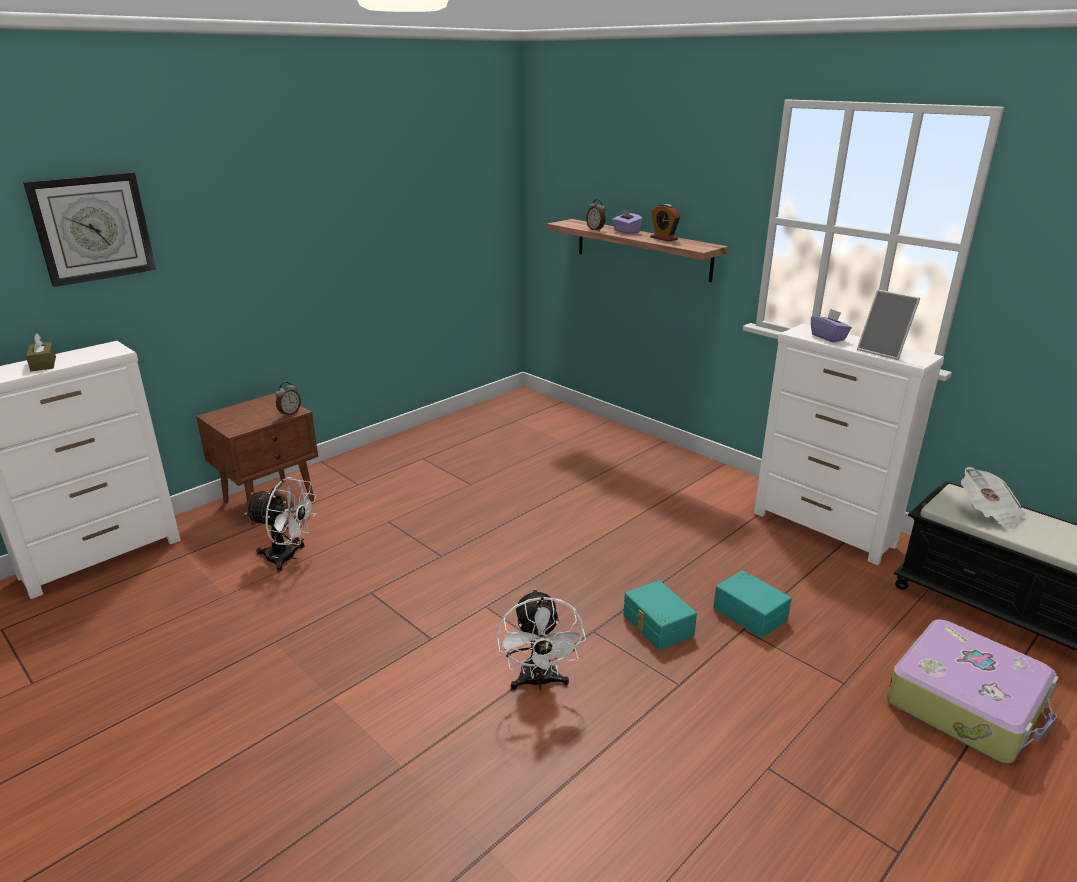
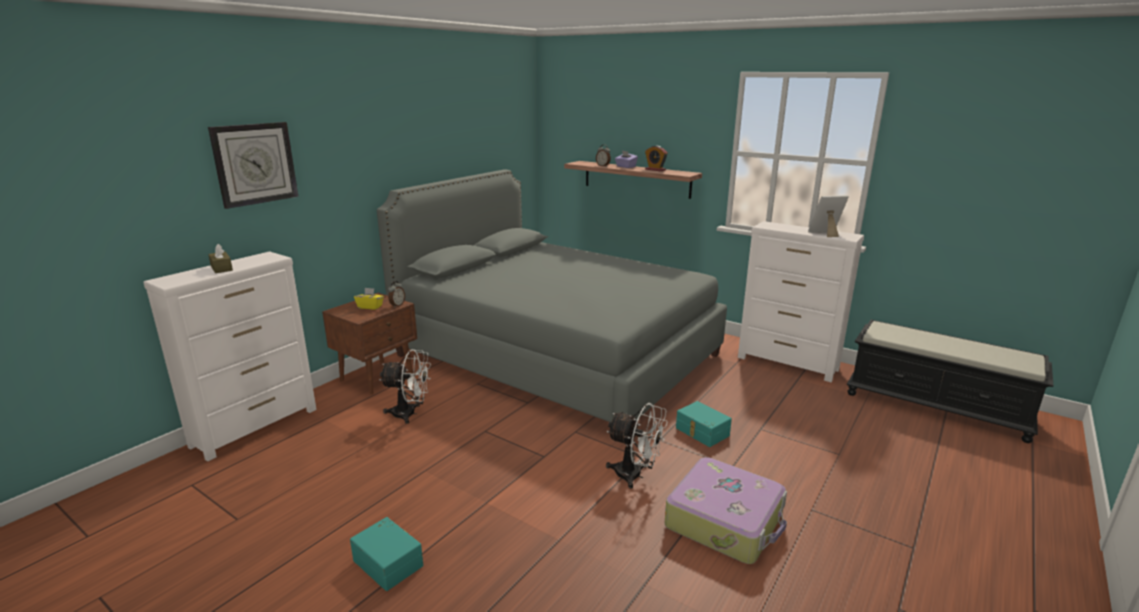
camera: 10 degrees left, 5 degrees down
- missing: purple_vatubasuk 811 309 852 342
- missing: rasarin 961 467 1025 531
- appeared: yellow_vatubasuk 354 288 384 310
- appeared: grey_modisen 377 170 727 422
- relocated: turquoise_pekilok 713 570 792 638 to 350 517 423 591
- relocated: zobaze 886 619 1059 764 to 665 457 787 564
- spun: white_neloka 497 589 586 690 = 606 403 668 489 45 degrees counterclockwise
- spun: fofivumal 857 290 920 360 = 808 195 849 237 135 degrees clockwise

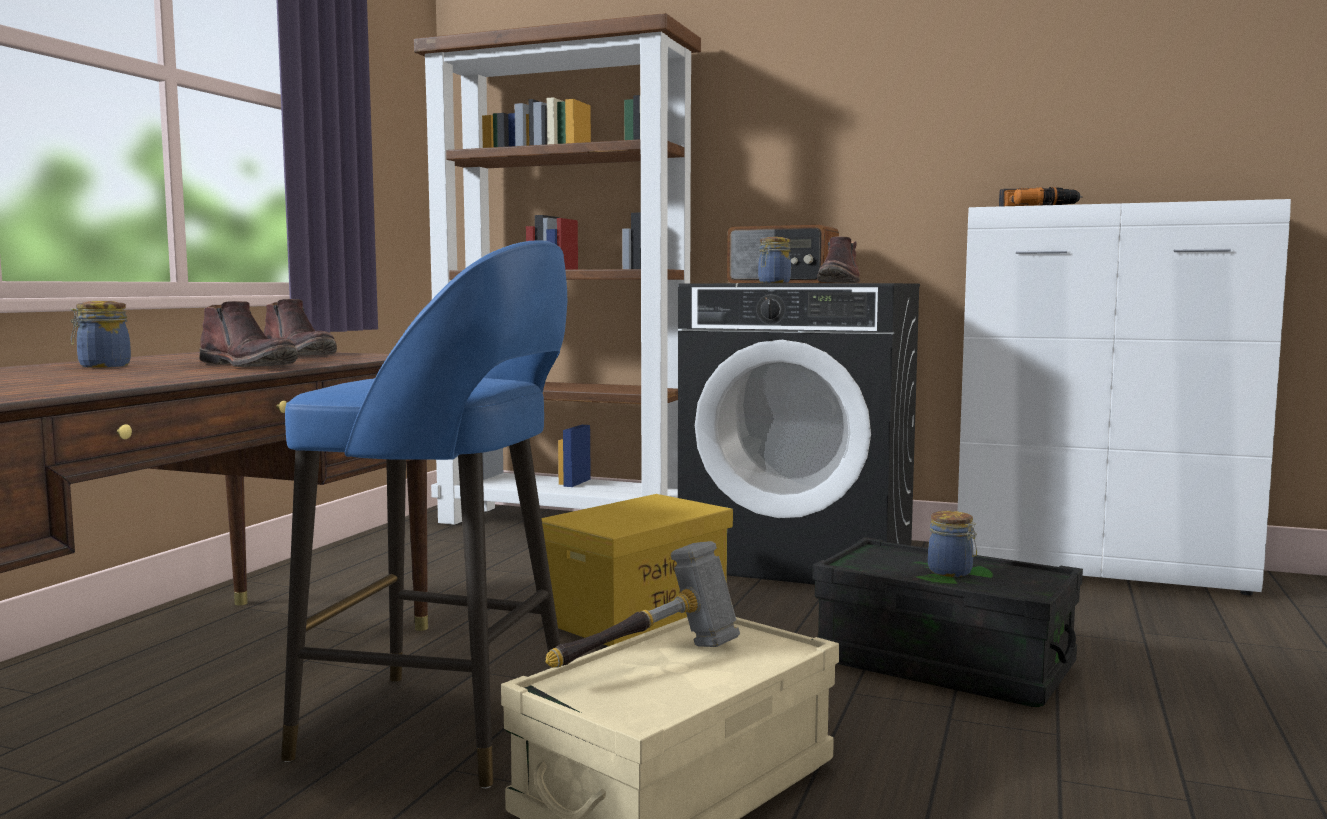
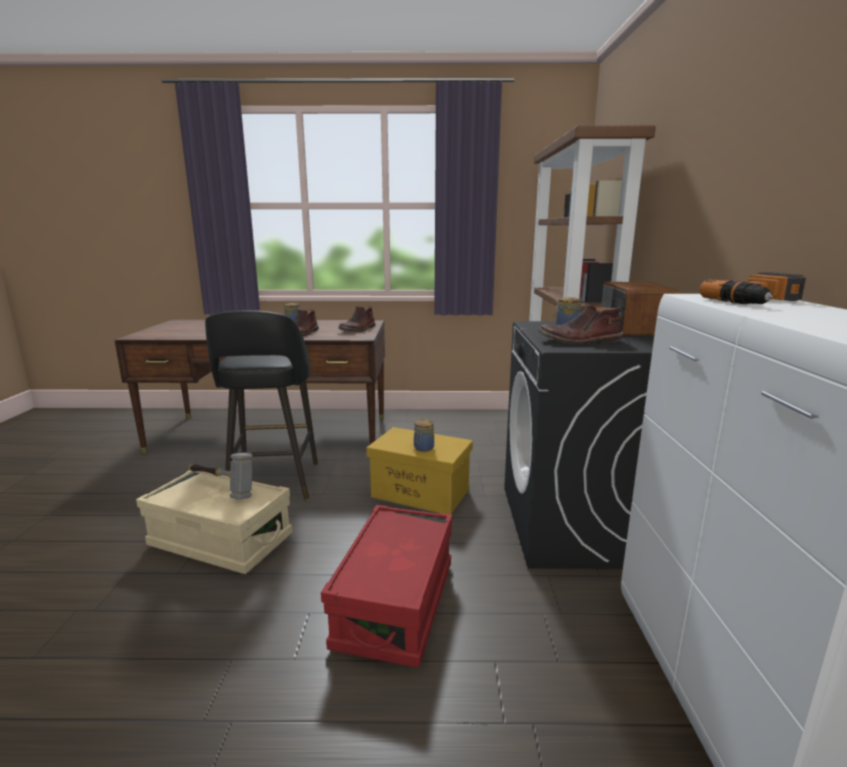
camera: 70 degrees right, 10 degrees up
- relocated: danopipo 928 511 977 577 to 414 419 434 452
- colour: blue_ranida 281 240 567 789 to black_ranida 205 310 318 500
- colour: black_pekilok 812 537 1083 707 to red_pekilok 321 505 452 668

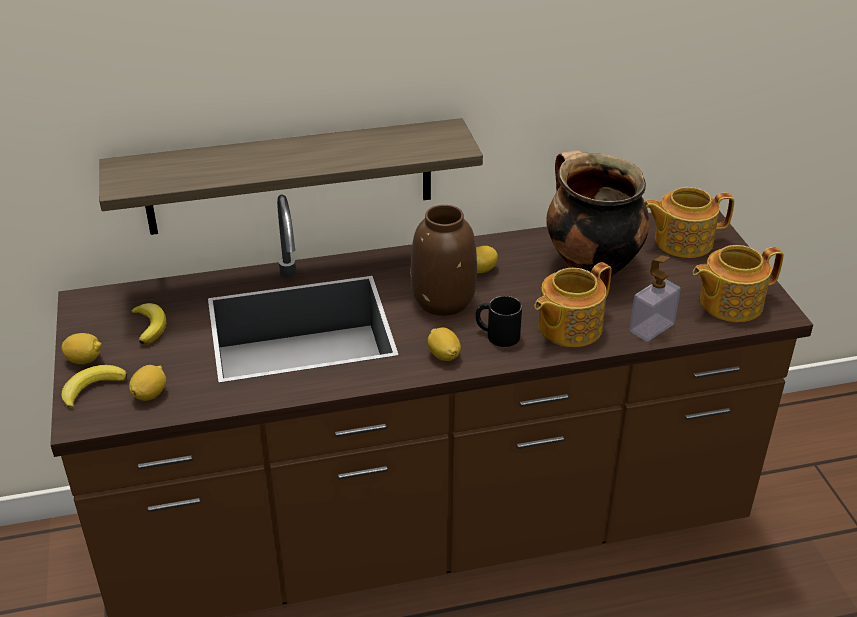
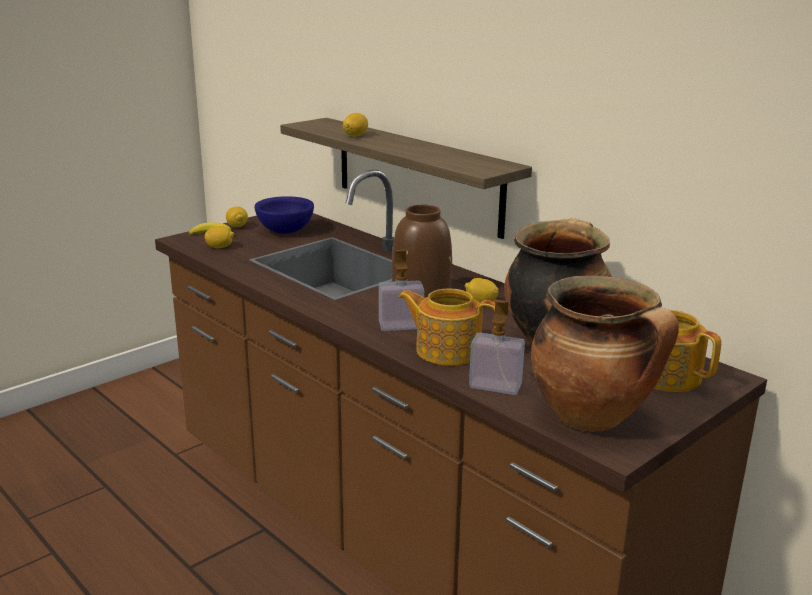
camera: 60 degrees right, 15 degrees down
- relocated: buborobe 427 327 461 361 to 343 113 368 137
- exchanged: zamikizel 131 303 166 345 to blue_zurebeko 254 196 314 234
- exchanged: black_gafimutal 475 296 522 347 to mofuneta 379 250 424 331
- exchanged: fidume 692 245 784 322 to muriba 531 276 679 432

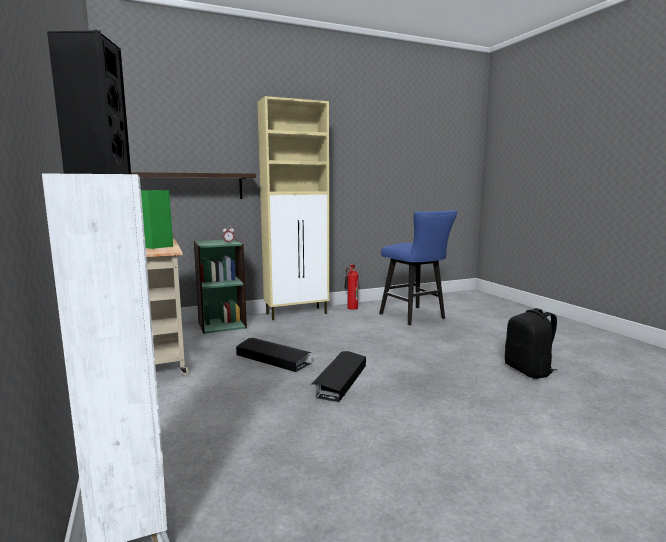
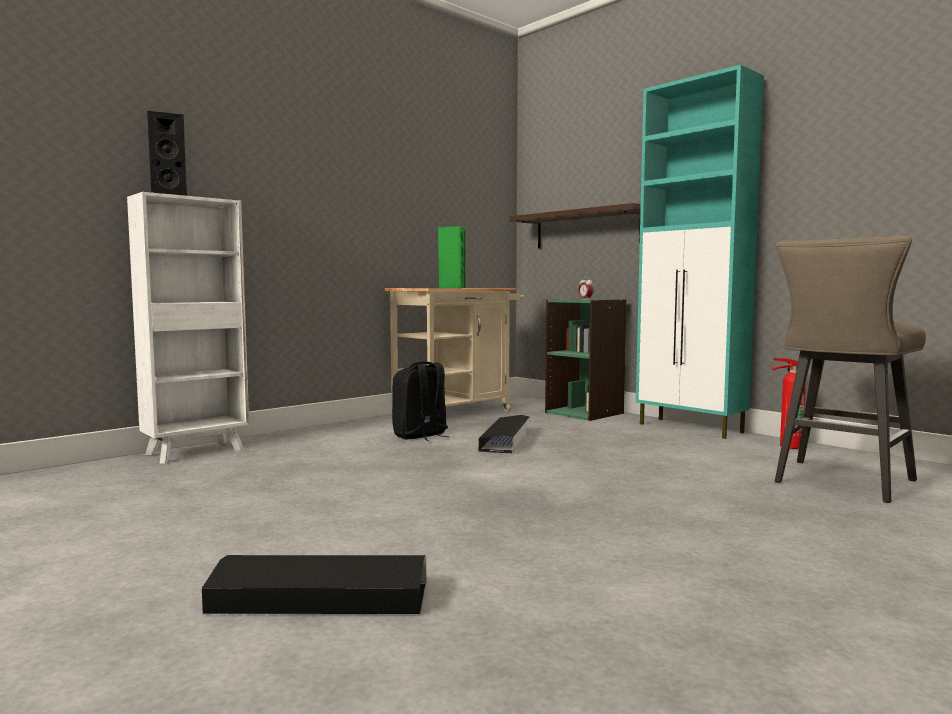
camera: 70 degrees right, 5 degrees down
- relocated: black_pekilok 312 351 366 402 to 202 555 426 614
- relocated: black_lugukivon 505 308 557 379 to 392 361 449 441
- colour: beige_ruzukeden 258 96 329 320 to turquoise_ruzukeden 636 65 764 439
- colour: blue_ranida 379 210 457 325 to beige_ranida 775 236 926 503

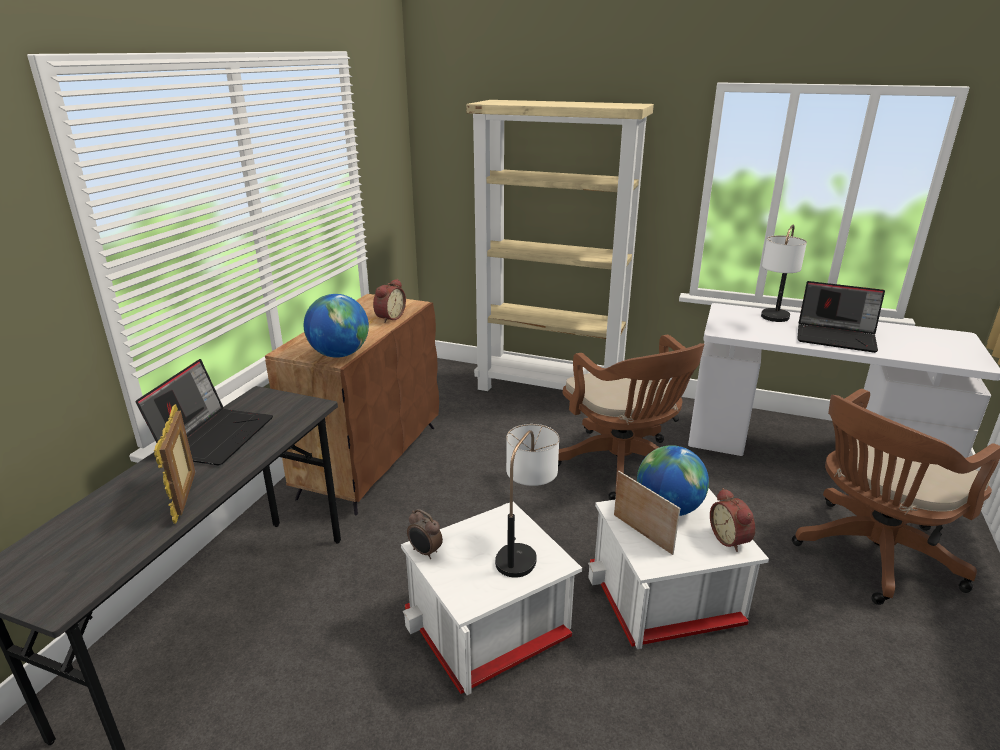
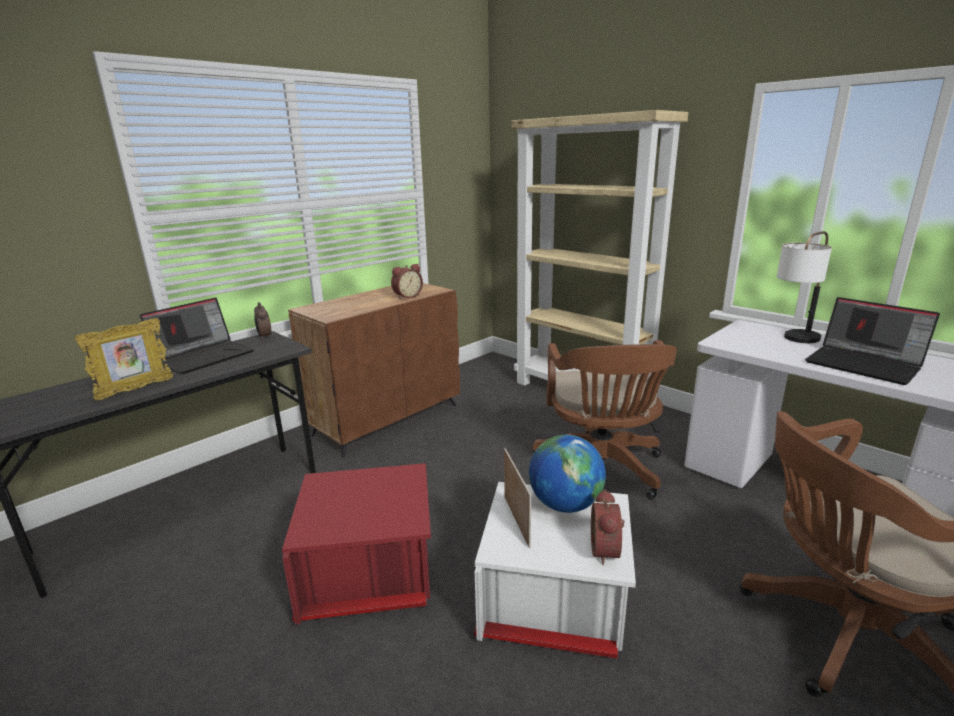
camera: 25 degrees right, 5 degrees down
- missing: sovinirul 304 294 369 358
- missing: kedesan 495 424 559 578
- relocated: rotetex 407 509 443 559 to 254 302 271 340
- colour: white_pekilok 401 502 582 695 to red_pekilok 282 463 431 624
- spun: fofivumal 154 404 196 524 = 75 318 173 401 150 degrees counterclockwise

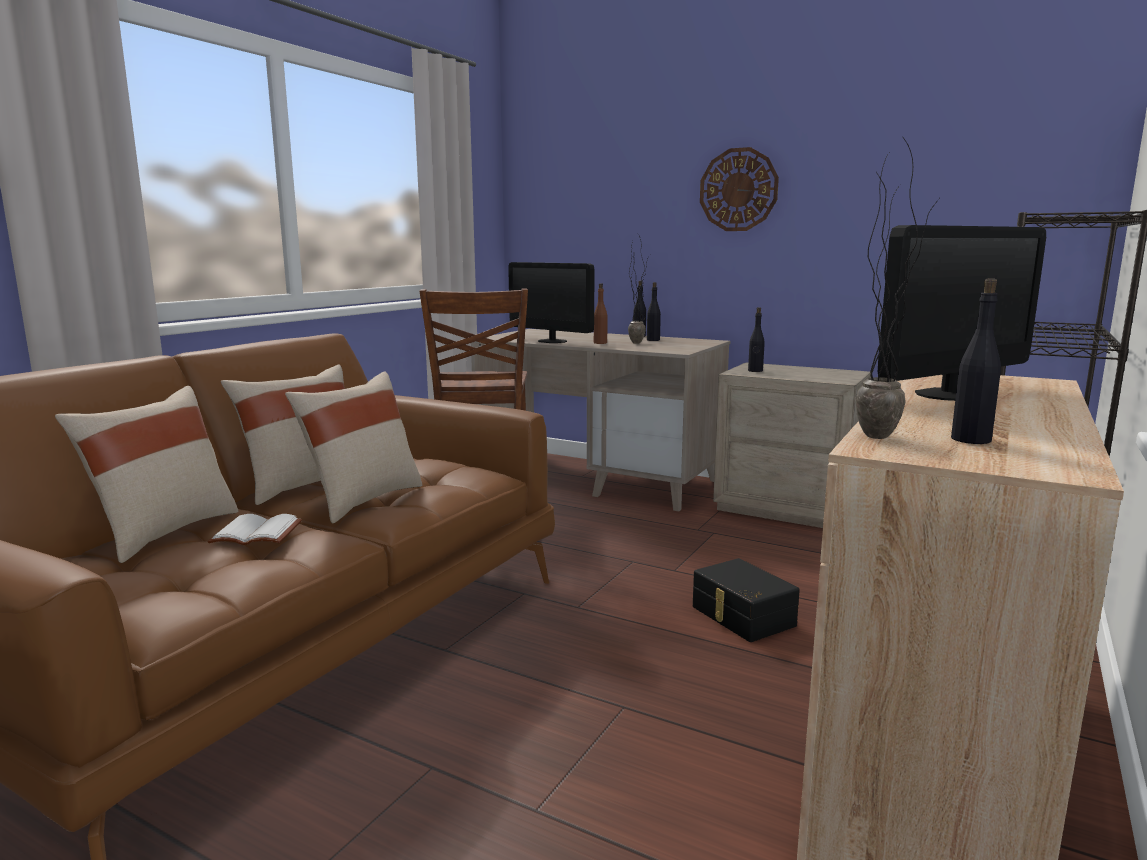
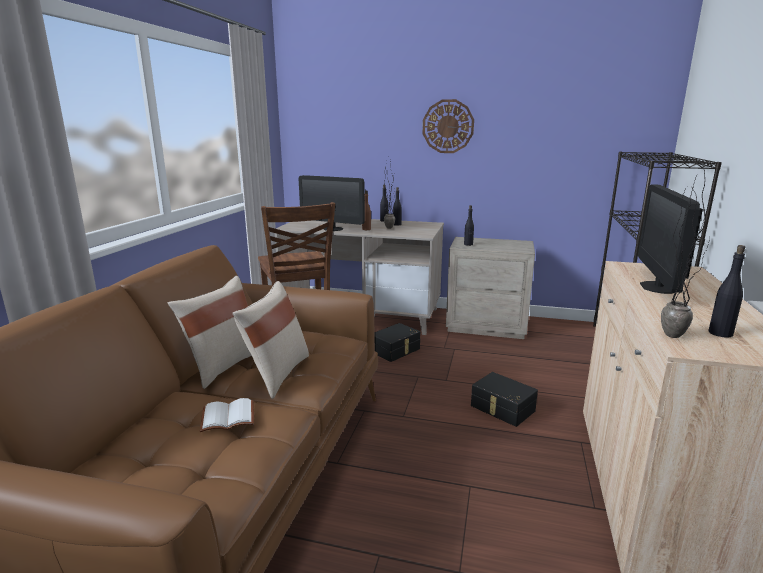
camera: 15 degrees left, 5 degrees up
- missing: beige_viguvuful 55 386 239 563
- appeared: black_pekilok 375 323 420 362
- spun: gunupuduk 878 225 1046 401 = 638 184 703 294 150 degrees clockwise

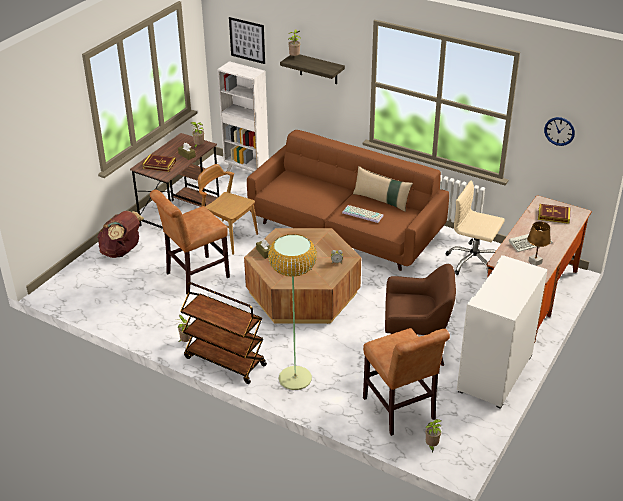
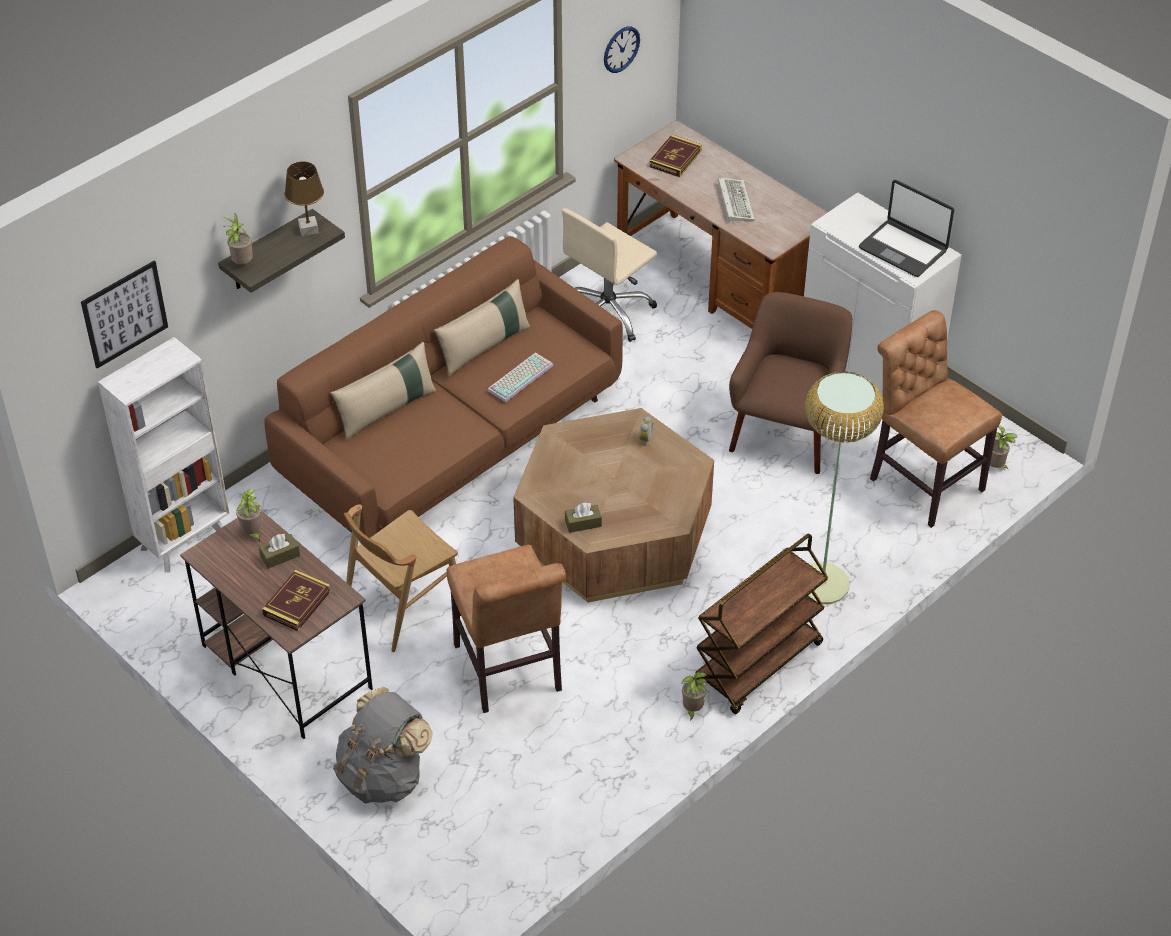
camera: 75 degrees left, 10 degrees up
- appeared: beige_viguvuful 331 342 437 440
- appeared: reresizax 859 180 954 277
- relocated: brown_kedesan 527 221 551 266 to 285 161 324 236
- colour: brown_lugukivon 97 211 144 258 to grey_lugukivon 333 687 433 803
- spun: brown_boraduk 363 328 450 436 = 870 310 1002 528 120 degrees counterclockwise

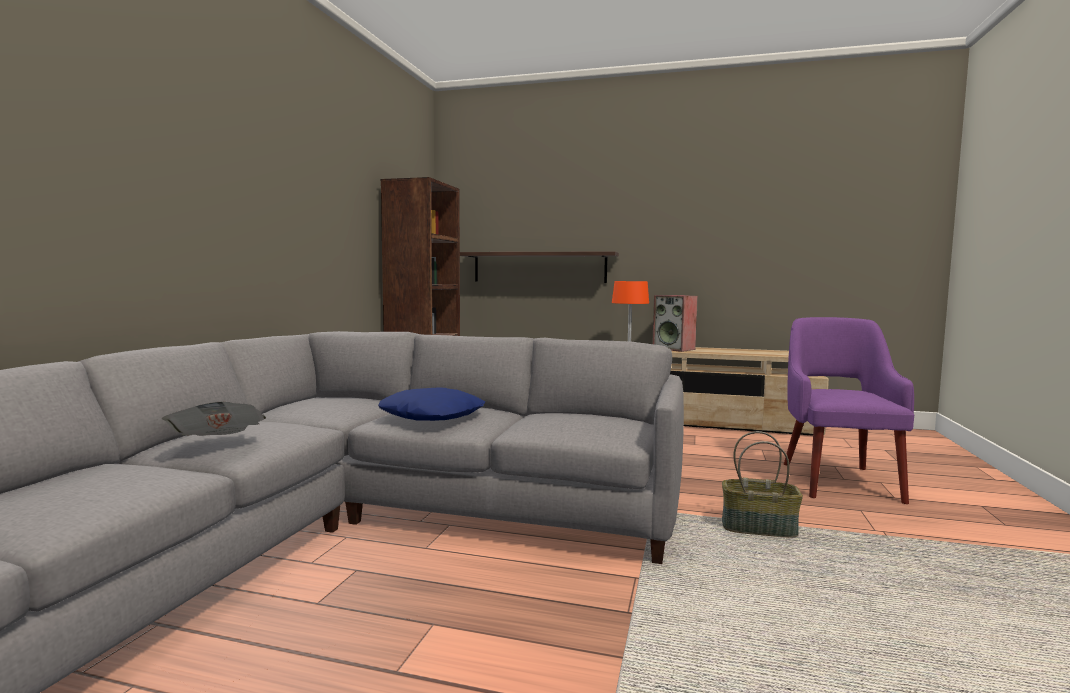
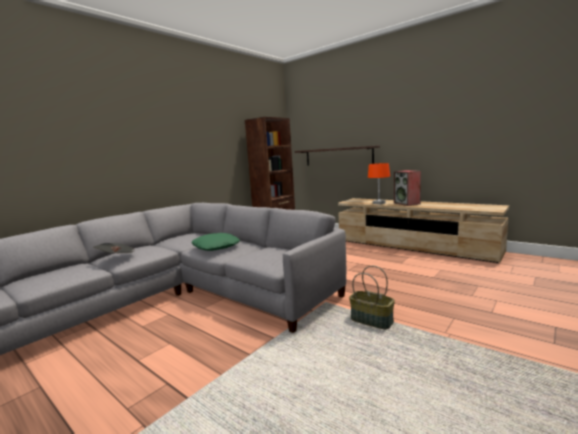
camera: 25 degrees right, 5 degrees up
- missing: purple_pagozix 784 317 914 504
- colour: blue_viguvuful 378 387 485 421 to green_viguvuful 191 233 240 251

